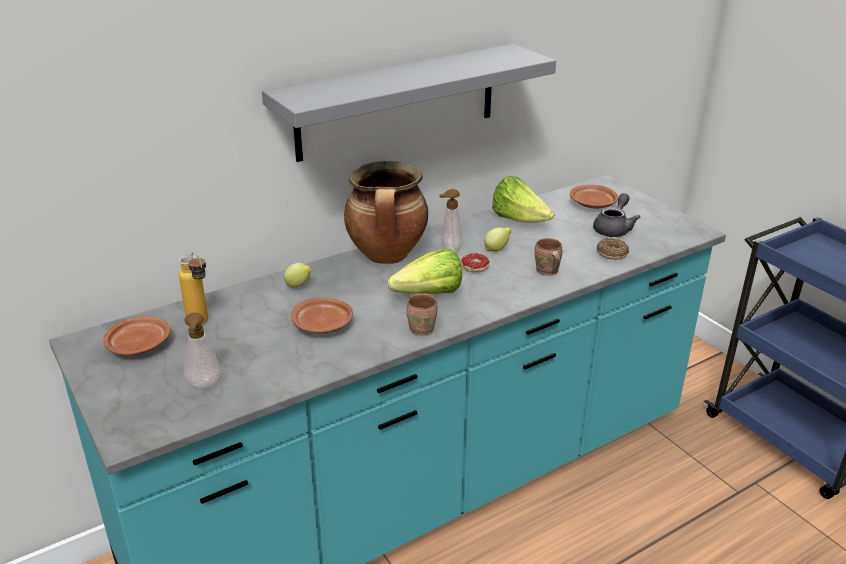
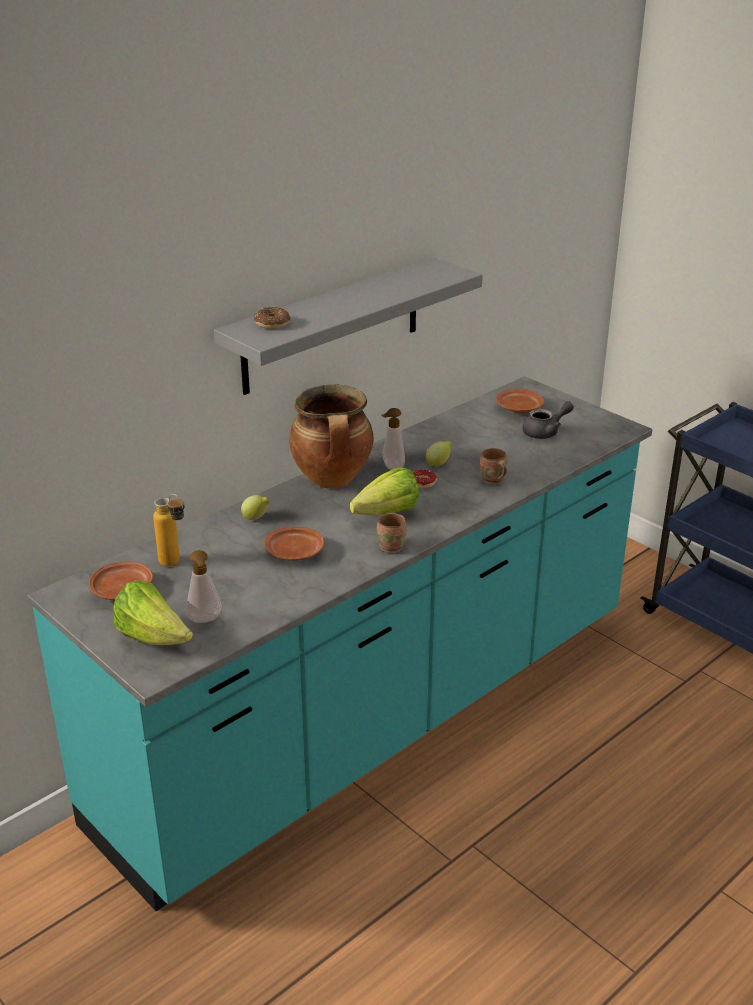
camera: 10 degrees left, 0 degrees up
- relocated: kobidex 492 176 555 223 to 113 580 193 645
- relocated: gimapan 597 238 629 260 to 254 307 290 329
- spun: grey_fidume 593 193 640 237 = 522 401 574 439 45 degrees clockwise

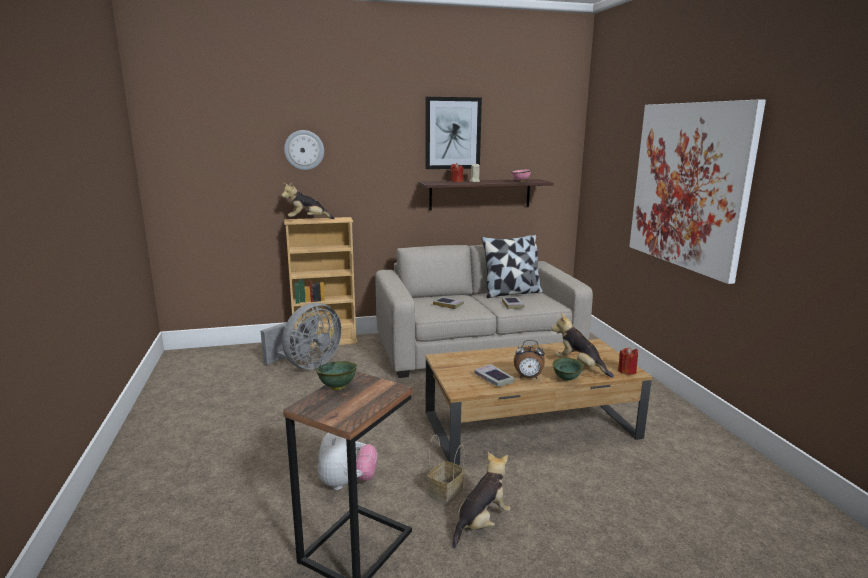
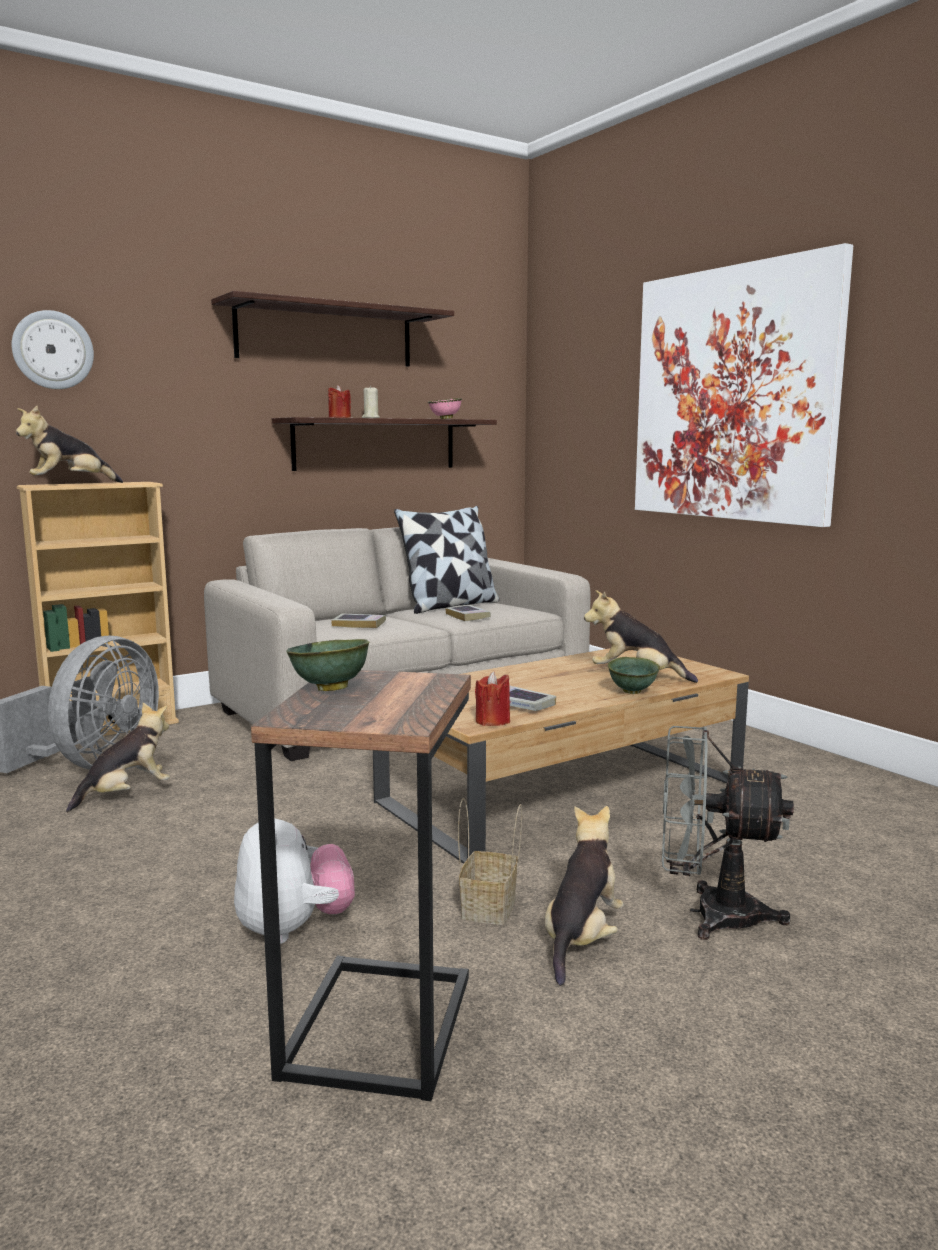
camera: 20 degrees left, 5 degrees down
- missing: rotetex 514 340 545 379
- appeared: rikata 66 703 170 812
- appeared: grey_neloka 662 726 794 940
- relocated: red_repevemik 618 347 638 375 to 475 671 510 726
- exchanged: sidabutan 425 97 482 169 to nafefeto 211 291 454 367

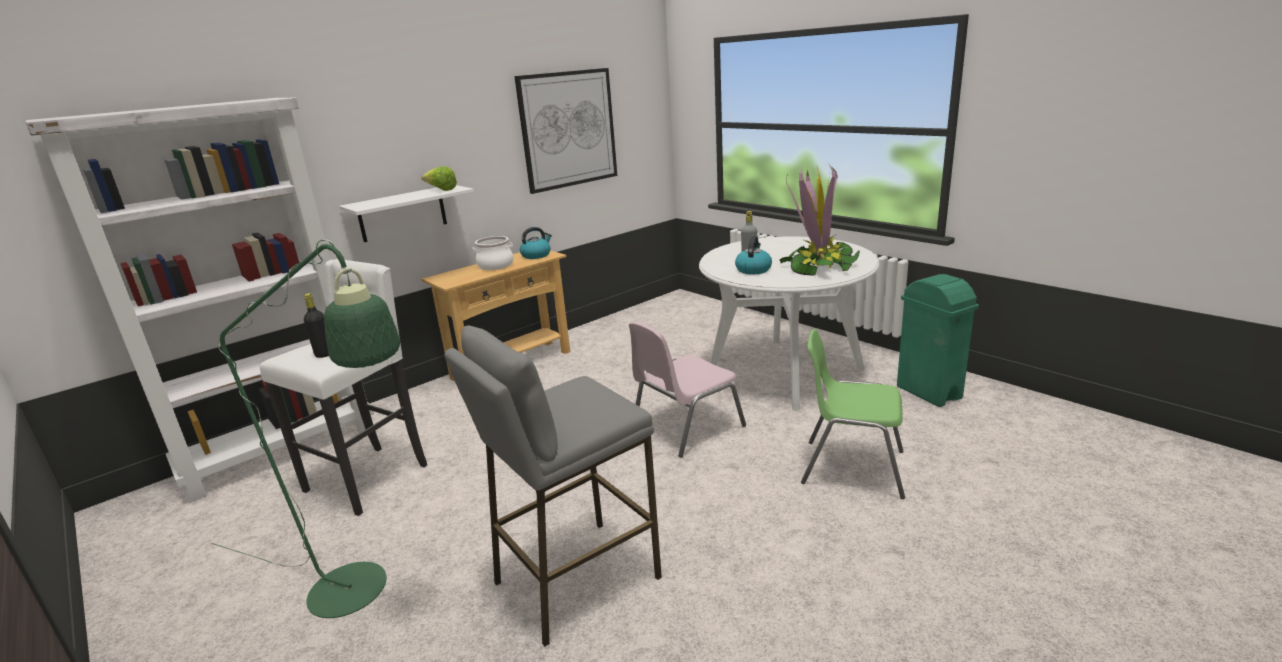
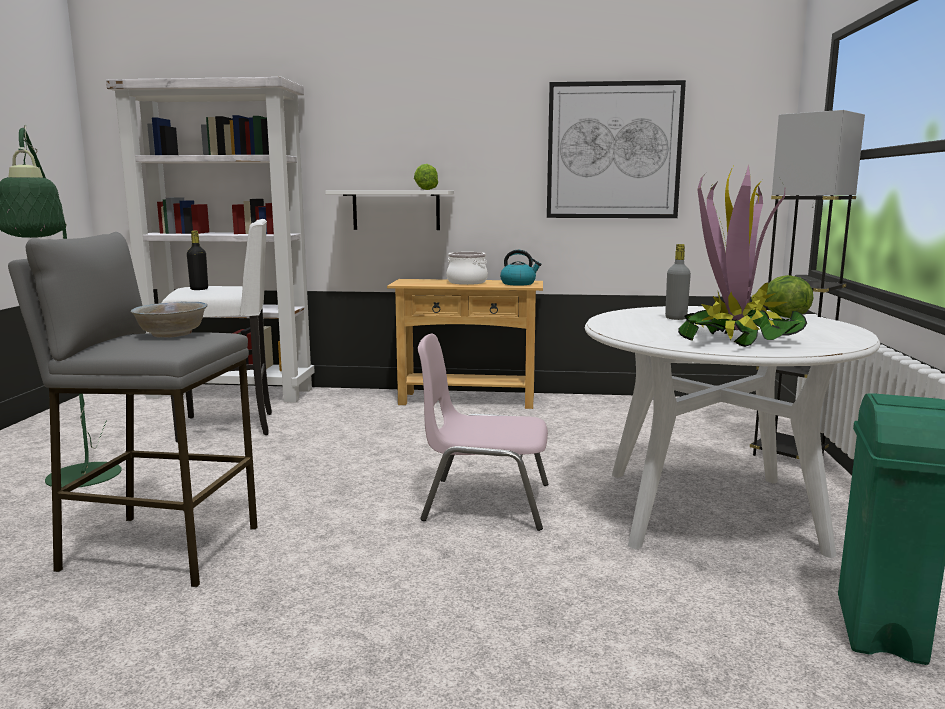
camera: 45 degrees right, 10 degrees down
- missing: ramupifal 735 236 772 274
- missing: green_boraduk 801 329 905 499
- appeared: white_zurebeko 130 301 208 338
- appeared: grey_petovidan 750 110 865 459
- appeared: kobidex 765 275 814 318

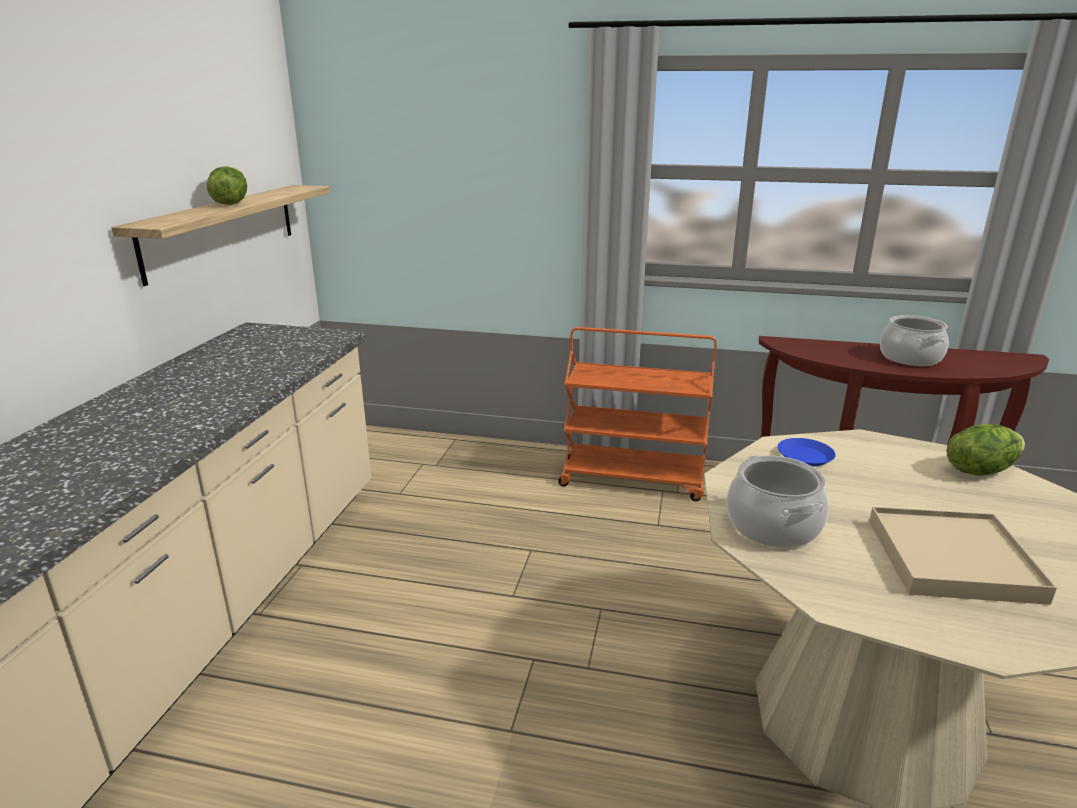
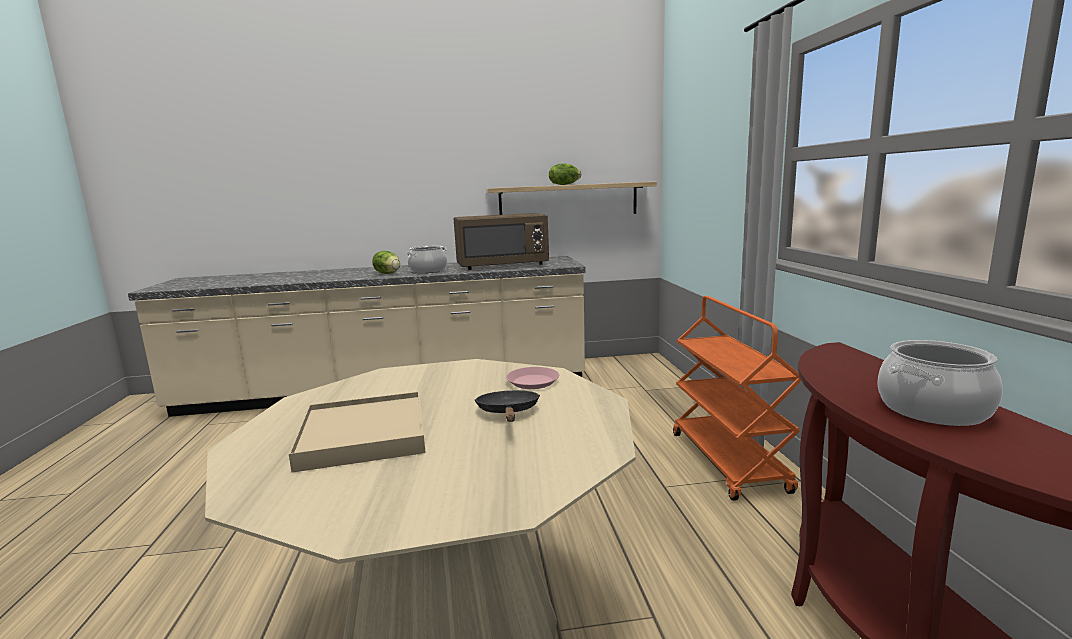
camera: 70 degrees right, 10 degrees down
- appeared: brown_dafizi 454 213 549 270
- appeared: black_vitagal 475 390 540 422
- relocated: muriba 726 456 829 548 to 406 246 447 273
- relocated: kobidex 946 424 1025 476 to 372 251 400 274
- colour: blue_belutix 777 438 836 466 to pink_belutix 506 367 559 389

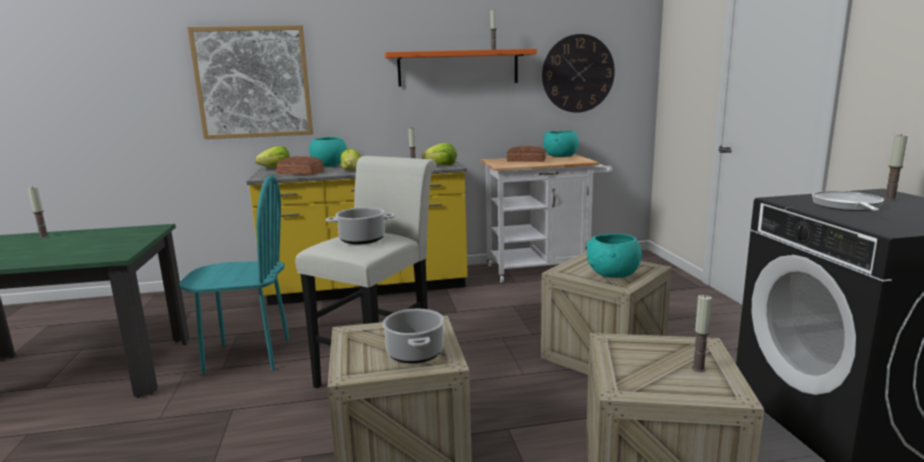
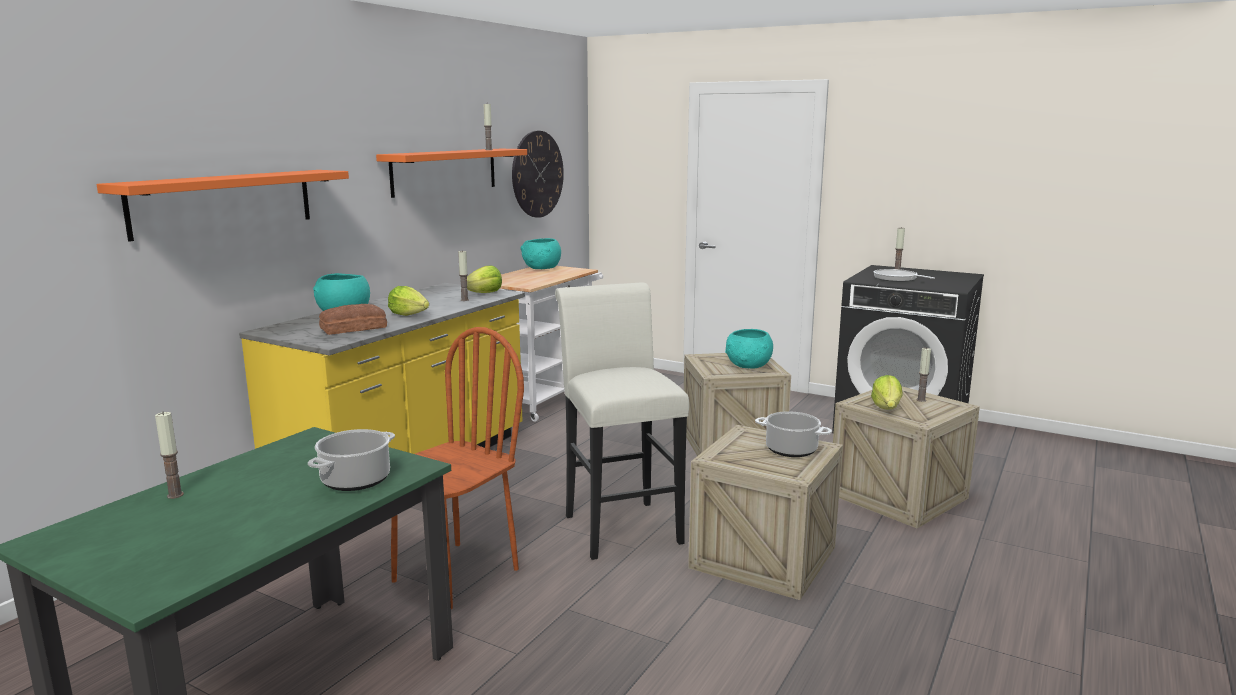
camera: 50 degrees left, 0 degrees up
- missing: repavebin 507 146 546 162
- relocated: kobidex 255 146 290 168 to 871 375 903 409
- relocated: muriba 325 207 395 244 to 308 429 395 491
- exchanged: sidabutan 187 25 313 139 to orange_nafefeto 97 170 349 242
- colour: turquoise_boraduk 179 175 289 374 to brown_boraduk 391 327 524 609

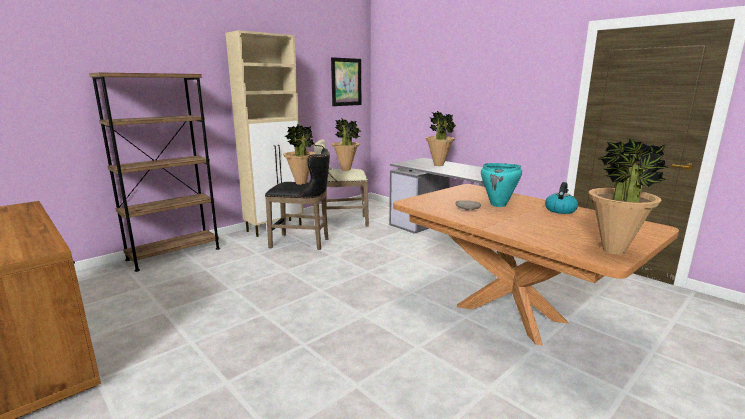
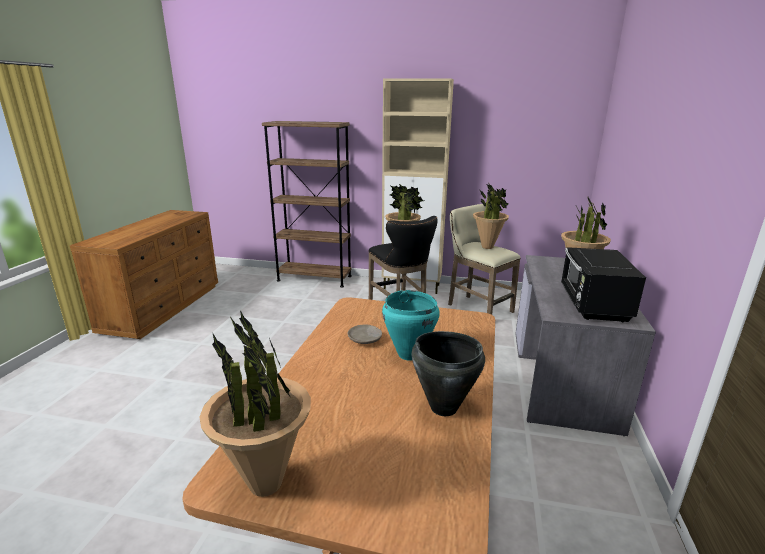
camera: 55 degrees right, 5 degrees up
- missing: sidabutan 331 57 361 106
- appeared: black_dafizi 561 247 646 322
- exchanged: ramupifal 545 182 578 214 to black_muriba 411 331 485 416

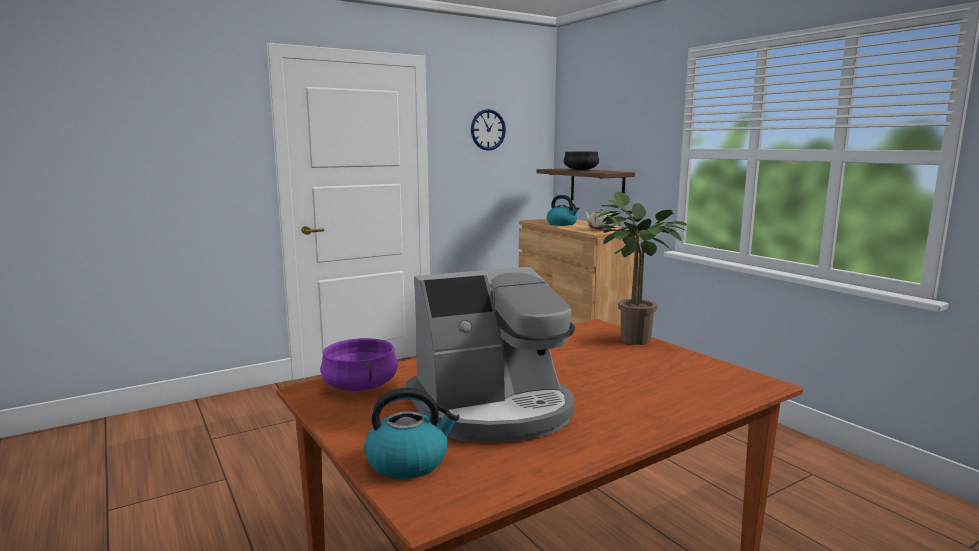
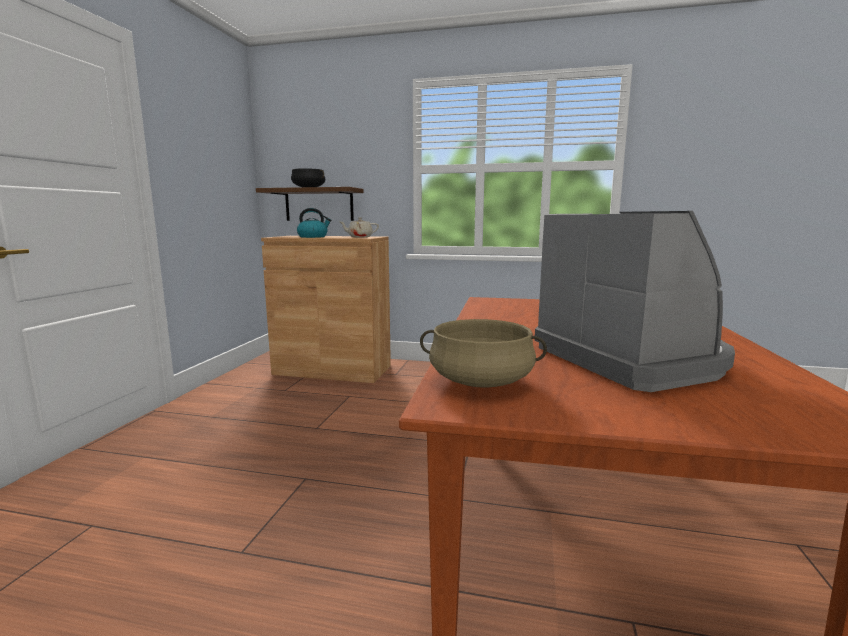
camera: 45 degrees left, 0 degrees up
- missing: ramupifal 364 387 459 479
- missing: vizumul 471 109 506 151
- missing: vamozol 596 192 687 345
- colour: purple_muriba 320 338 398 391 to beige_muriba 420 319 547 388
- spun: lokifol 406 267 575 443 = 535 211 735 392 45 degrees counterclockwise

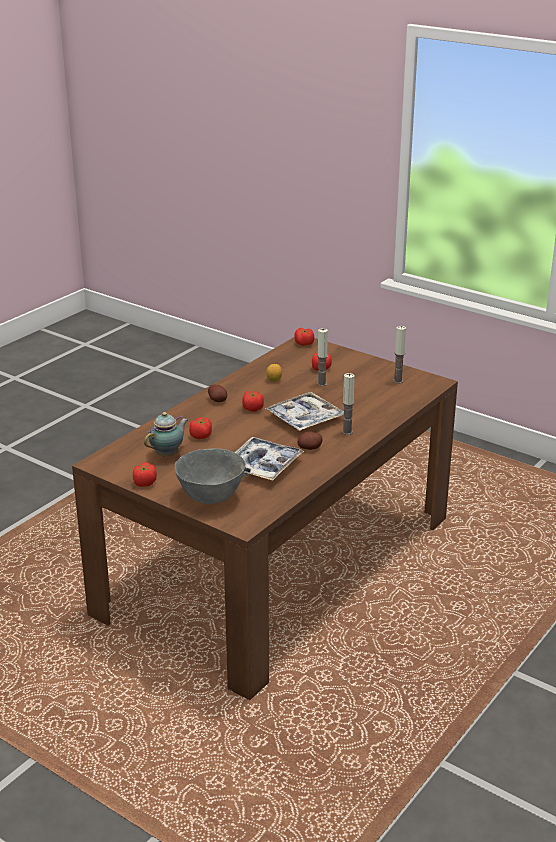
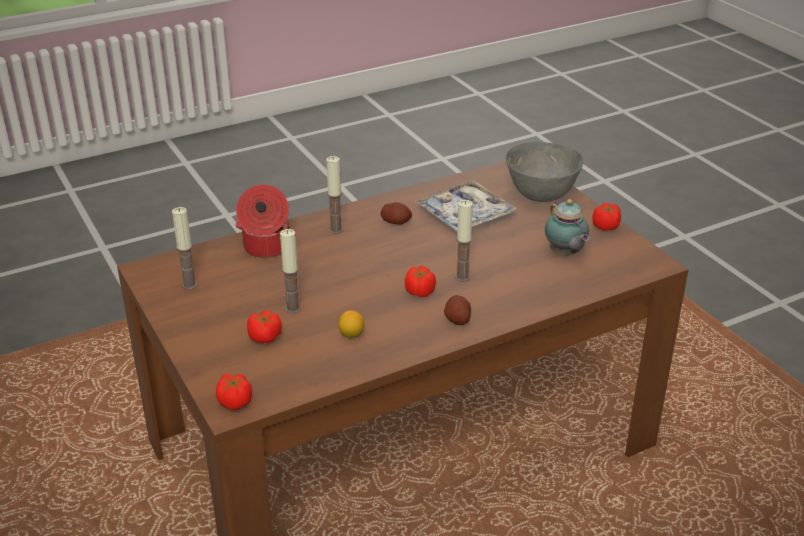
camera: 155 degrees left, 5 degrees up
- missing: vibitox 189 417 212 439
- missing: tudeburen 265 392 344 431
- appeared: muriba 235 185 296 258
- appeared: repevemik 455 200 473 282
- spun: fidume 144 412 188 457 = 545 199 589 256 90 degrees counterclockwise

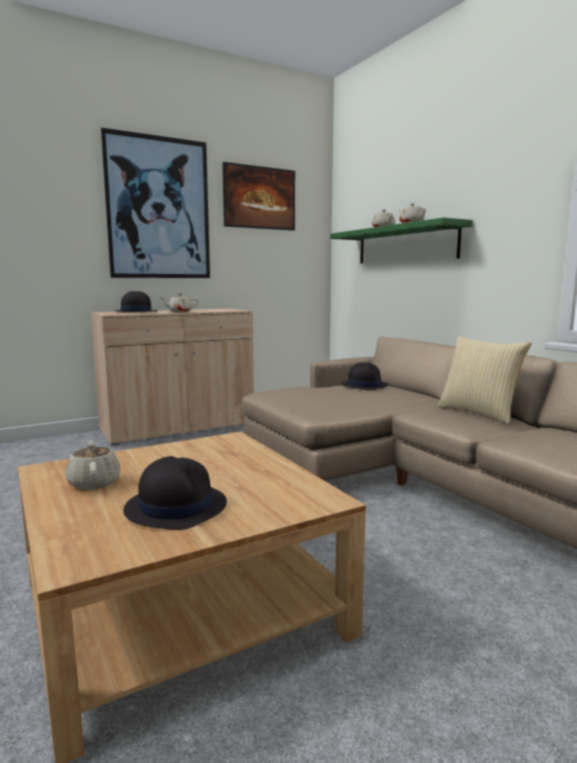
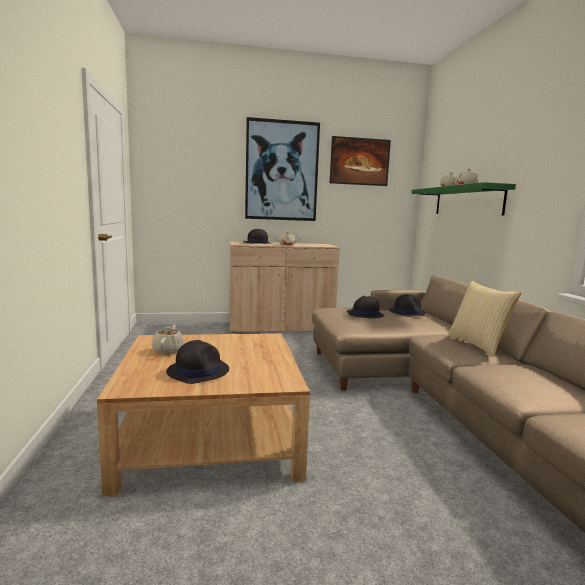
camera: 20 degrees right, 0 degrees up
- appeared: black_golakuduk 347 296 385 318

